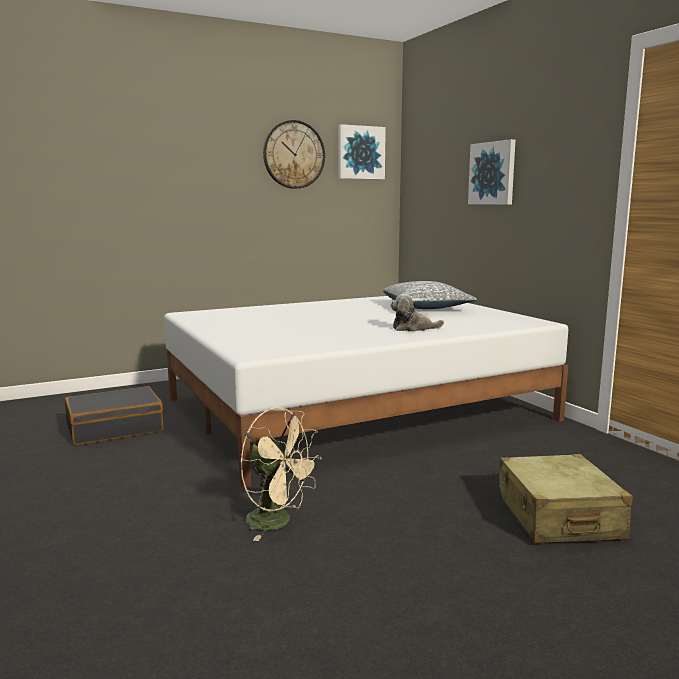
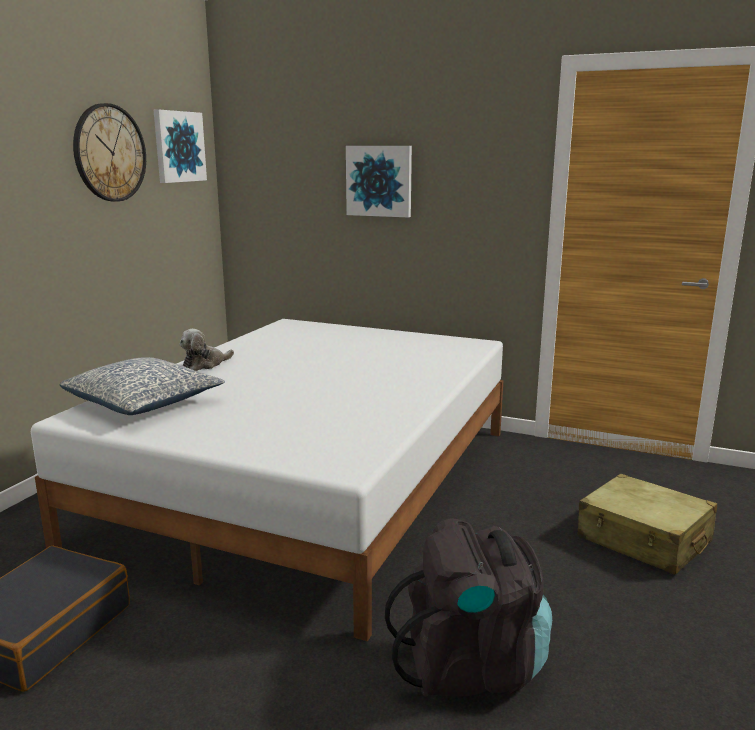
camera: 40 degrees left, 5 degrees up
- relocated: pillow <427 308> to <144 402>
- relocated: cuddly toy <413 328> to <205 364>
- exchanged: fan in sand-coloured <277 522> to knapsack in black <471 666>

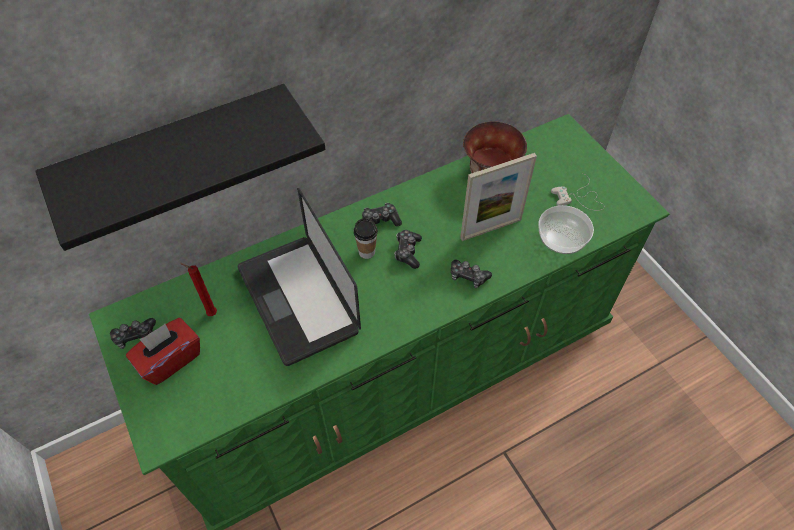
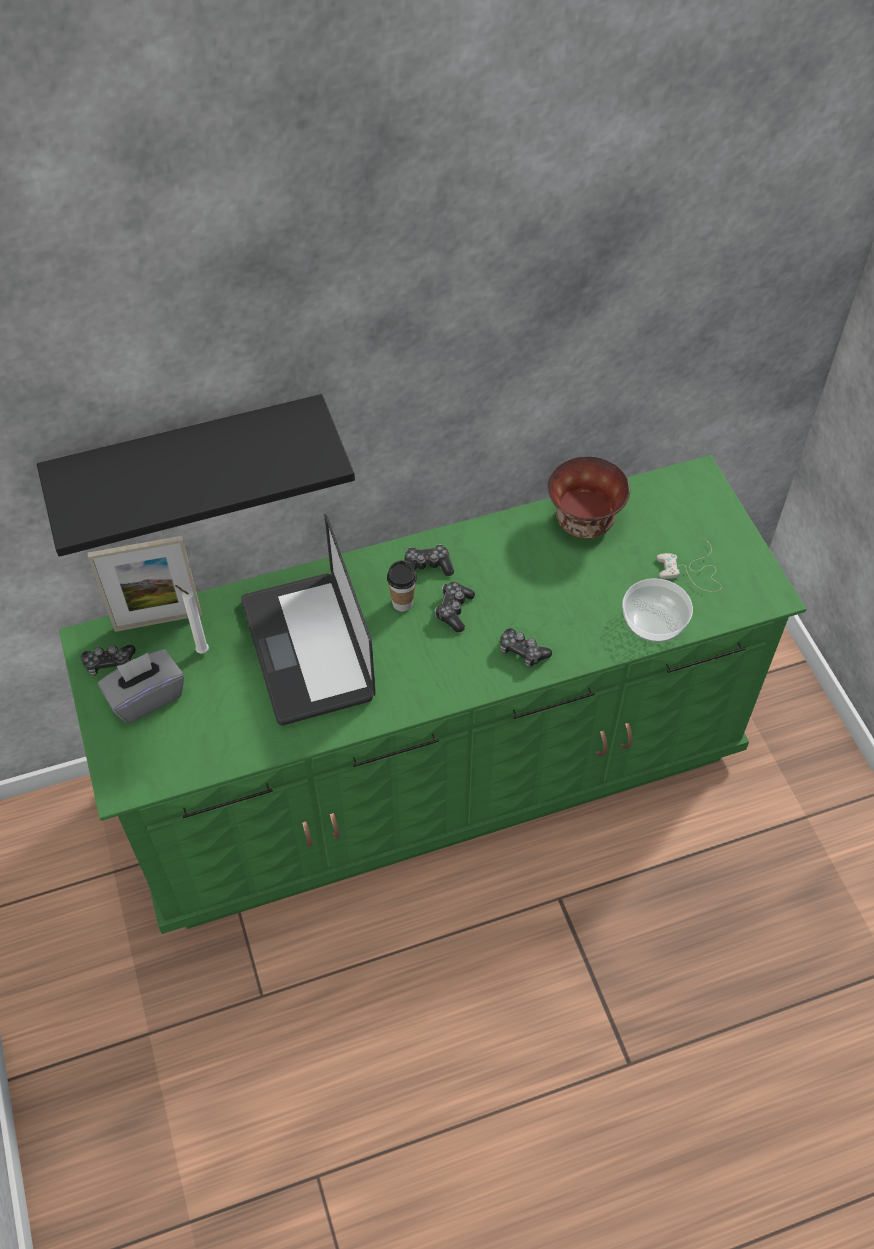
camera: 10 degrees right, 0 degrees up
- relocated: picture frame <491 229> to <158 621>
- colour: tissue holder in red-coloured <170 359> to tissue holder in grey <146 697>
- colour: wax light in red-coloured <210 313> to wax light in whitish <200 650>

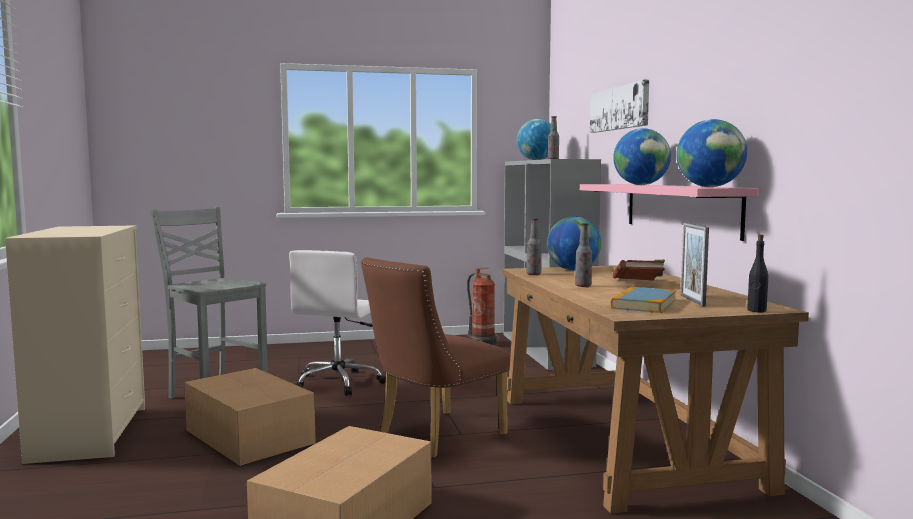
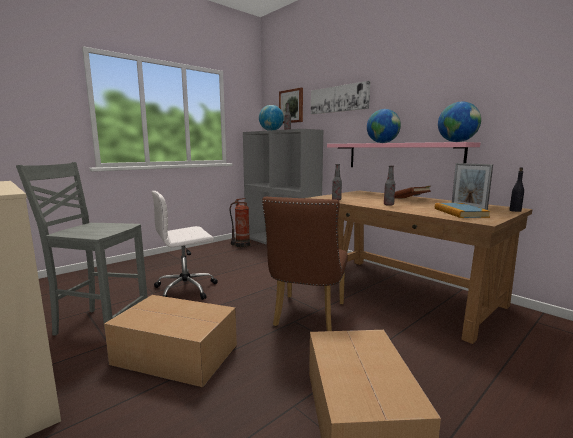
camera: 30 degrees left, 5 degrees up
- spun: desk chair in whitish <339 382> = <187 289> 75 degrees clockwise
- appeared: picture <291 106>
- missing: world globe <573 270>

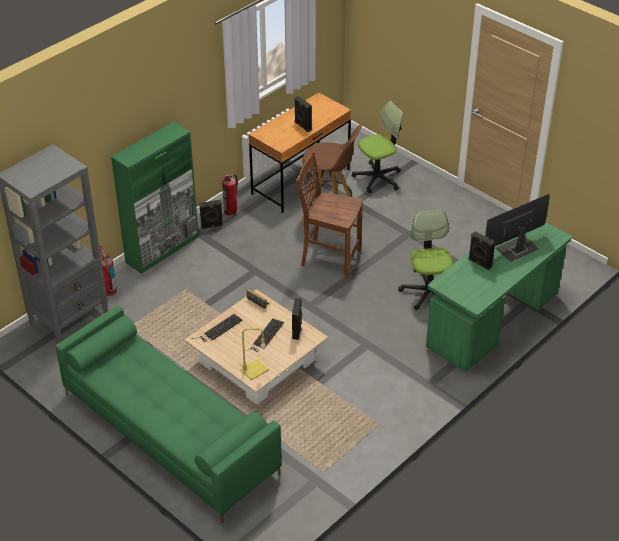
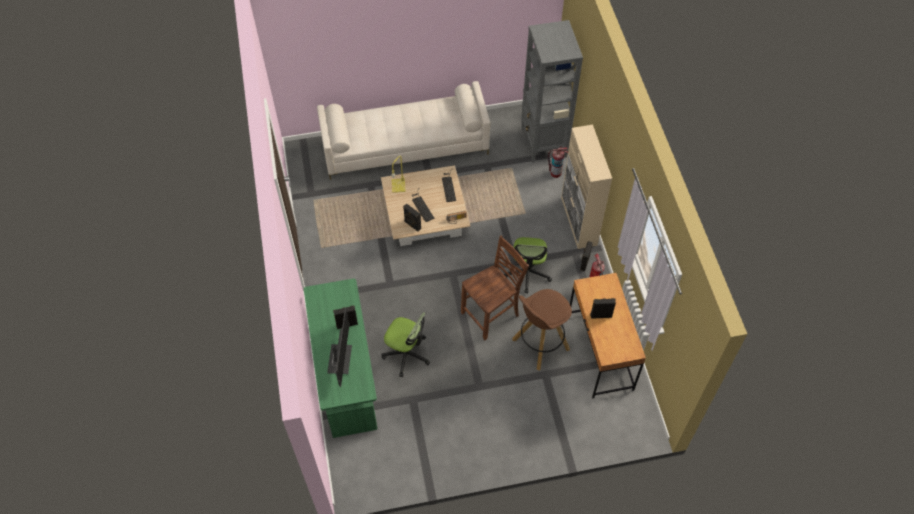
camera: 125 degrees right, 15 degrees up
- colour: couch in greenish <168 433> to couch in sand-coloured <405 146>
- relocated: desk chair <377 178> to <527 273>
- colour: storage cabinet in greenish <163 249> to storage cabinet in sand-coloured <579 221>

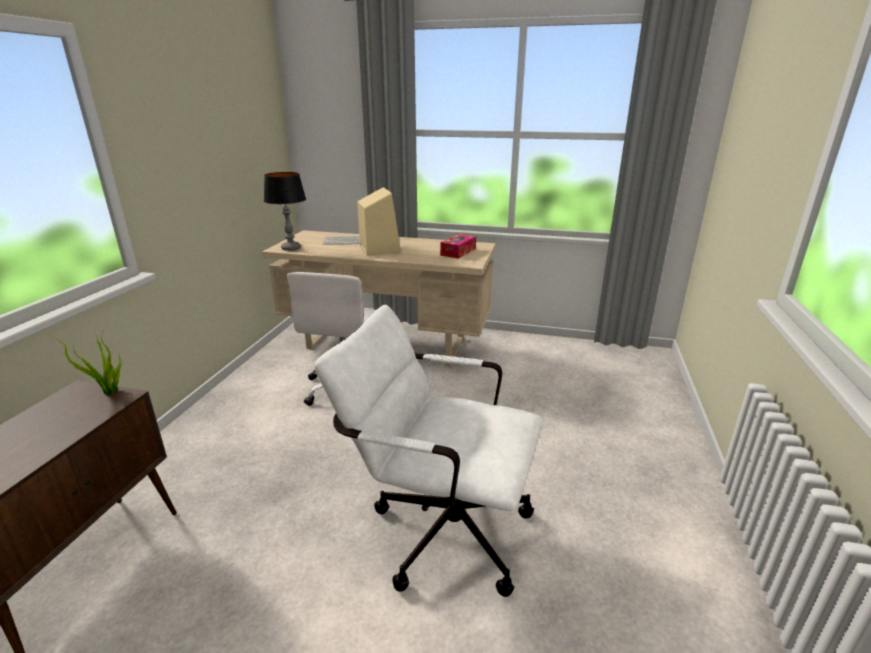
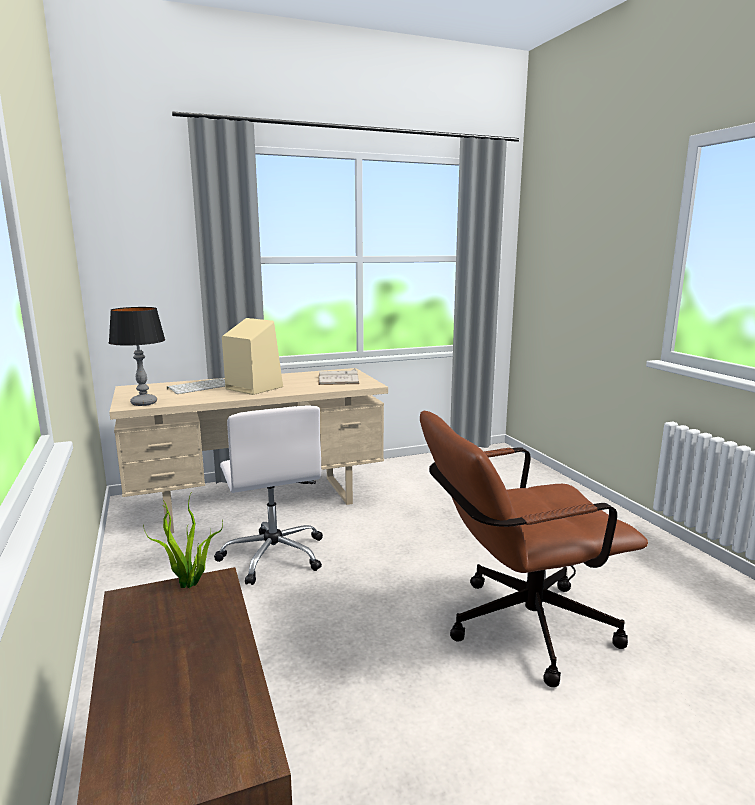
camera: 35 degrees left, 10 degrees down
- exchanged: tissue holder <458 252> to book in whitish <338 378>
- colour: desk chair in whitish <438 527> to desk chair in brown-coloured <516 628>

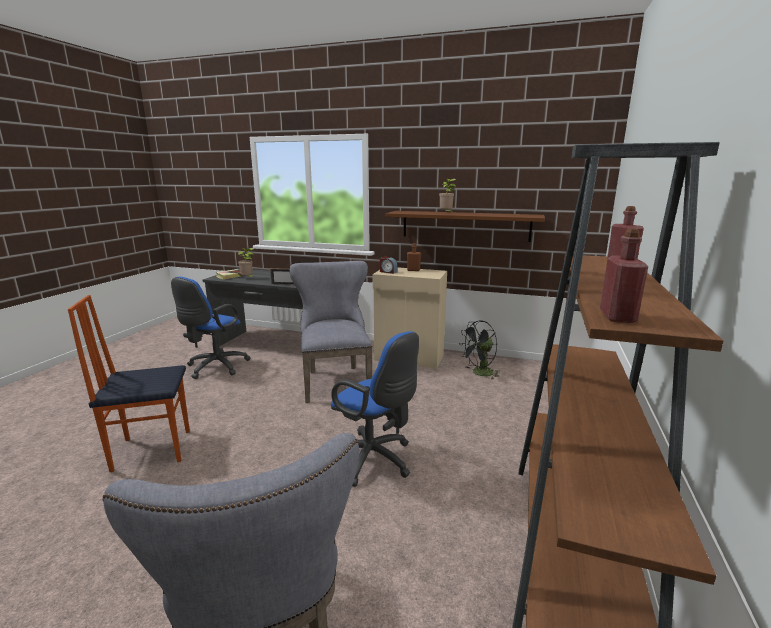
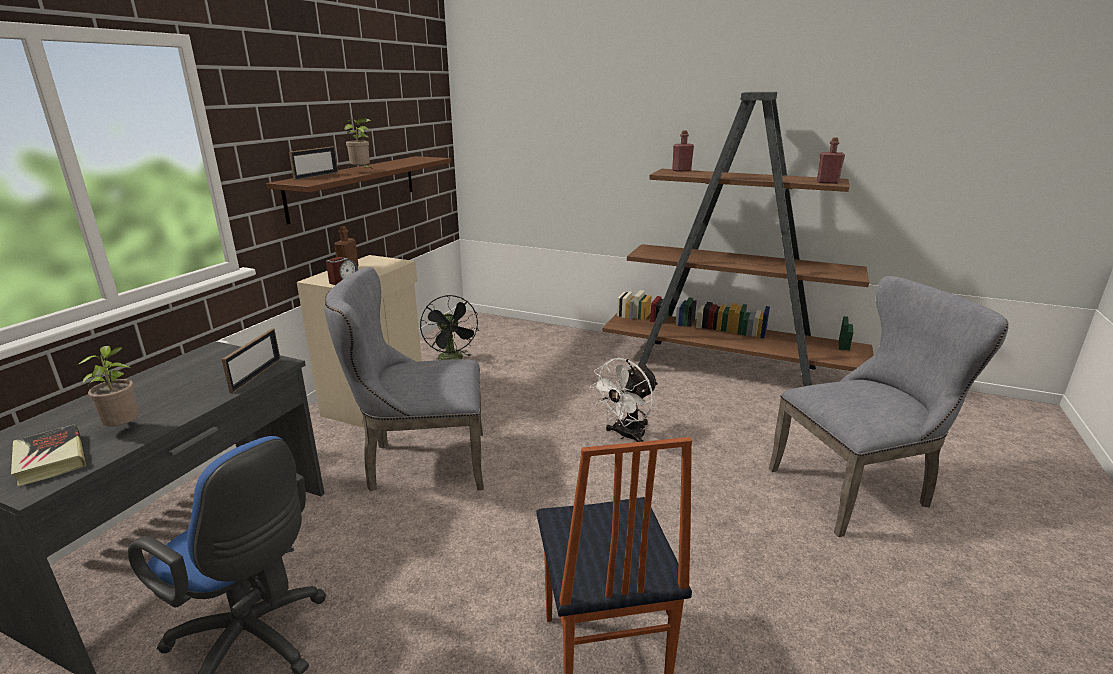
camera: 85 degrees left, 5 degrees up
- appeared: picture frame <316 176>
- exchanged: desk chair in blue <374 460> to fan in whitish <626 436>

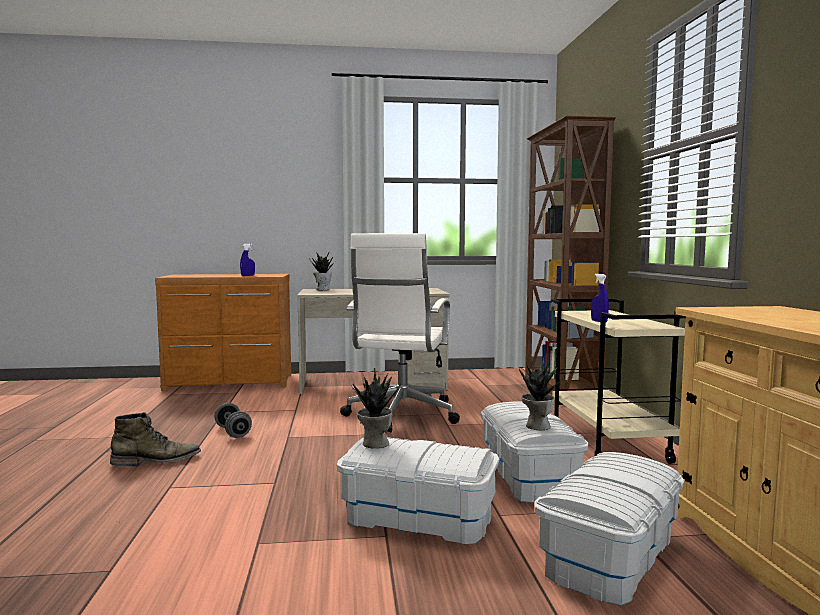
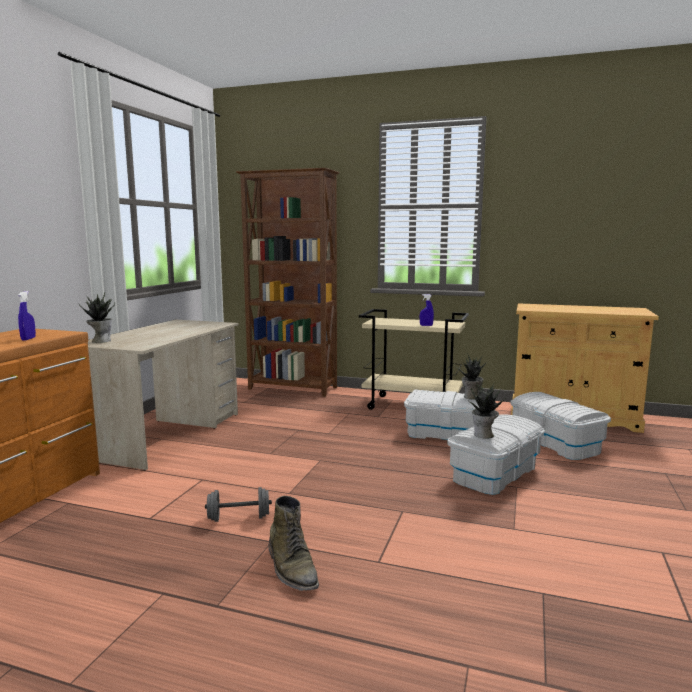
camera: 65 degrees left, 5 degrees up
- spun: boot in greenish <156 461> = <292 567> 150 degrees clockwise
- missing: desk chair in whitish <401 415>

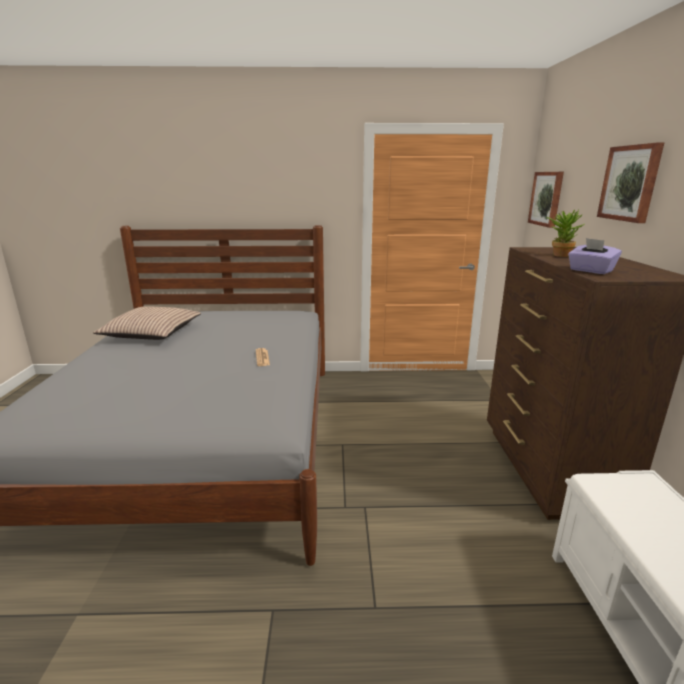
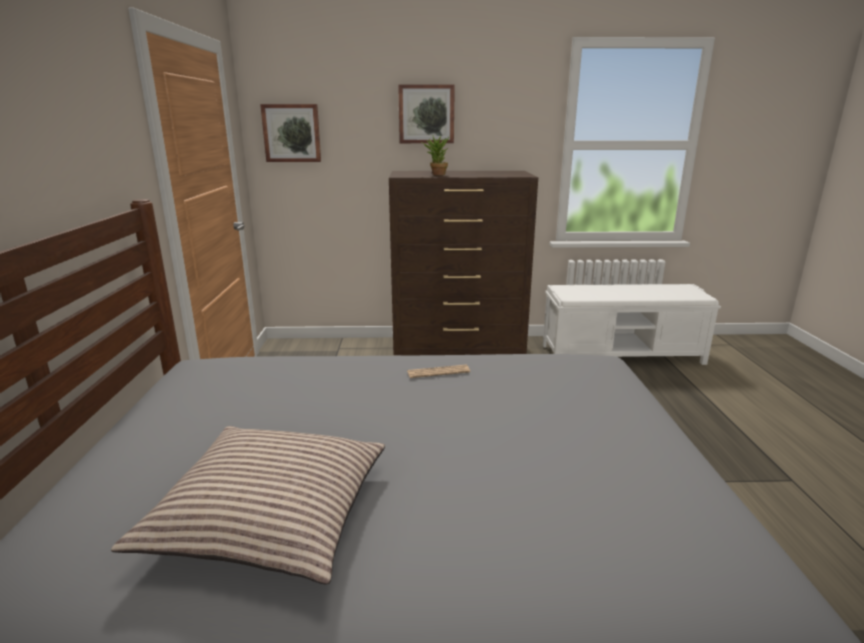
camera: 90 degrees left, 0 degrees up
- missing: tissue holder in purplish <590 271>

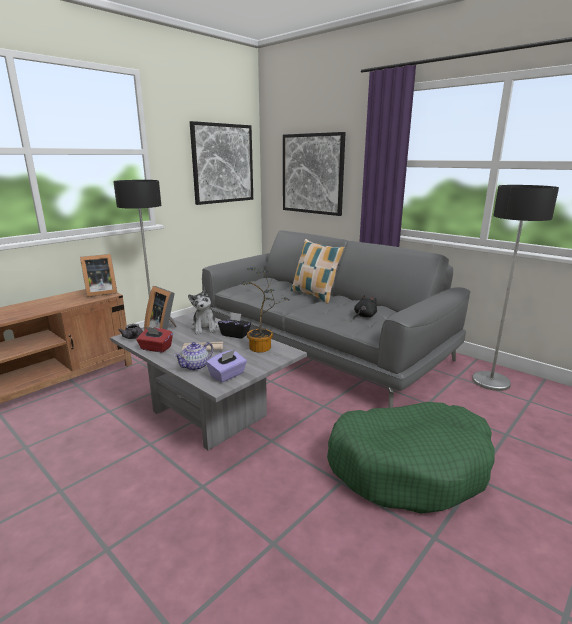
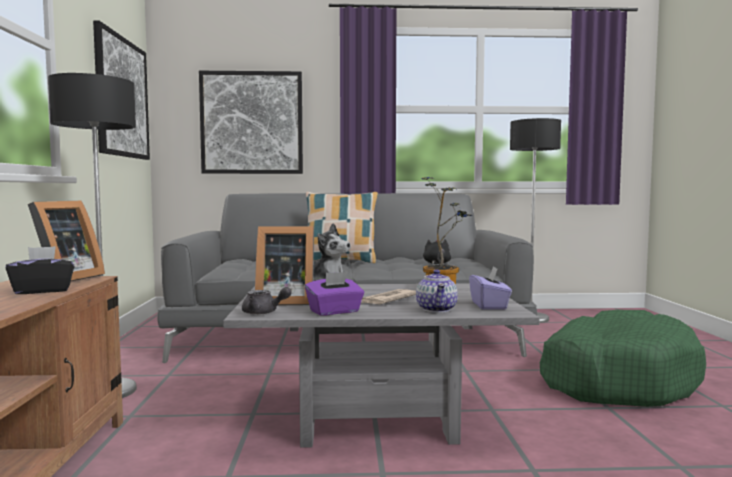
camera: 45 degrees left, 15 degrees down
- relocated: tissue holder in black <235 334> to <43 290>
- colour: tissue holder in red-coloured <155 348> to tissue holder in purplish <335 311>

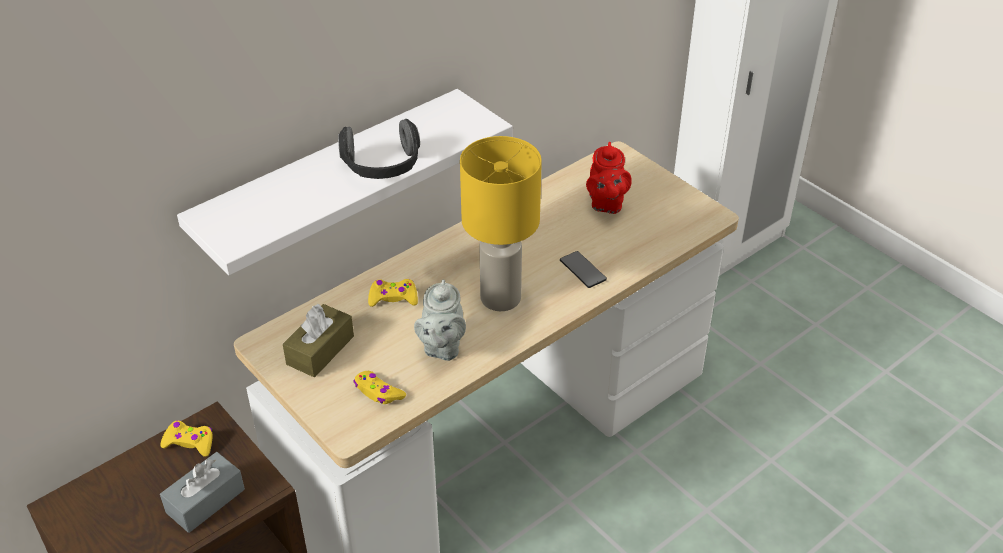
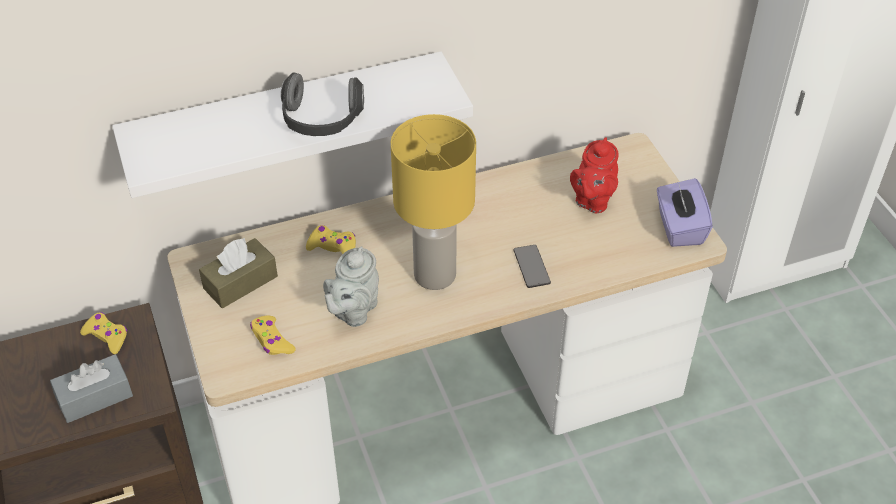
camera: 20 degrees right, 5 degrees up
- appeared: tissue holder in purplish <679 227>

